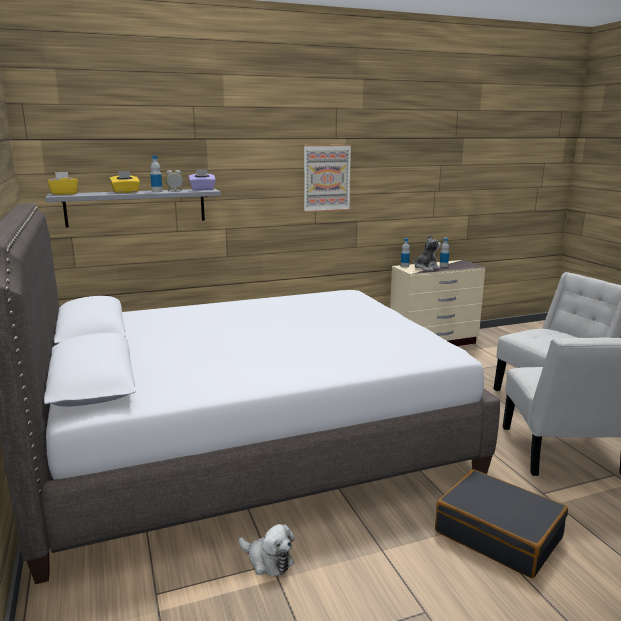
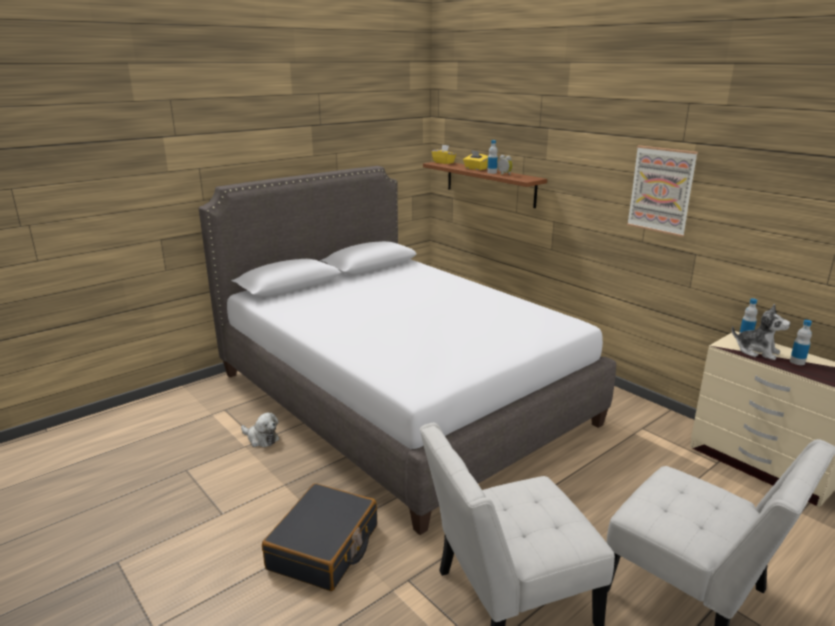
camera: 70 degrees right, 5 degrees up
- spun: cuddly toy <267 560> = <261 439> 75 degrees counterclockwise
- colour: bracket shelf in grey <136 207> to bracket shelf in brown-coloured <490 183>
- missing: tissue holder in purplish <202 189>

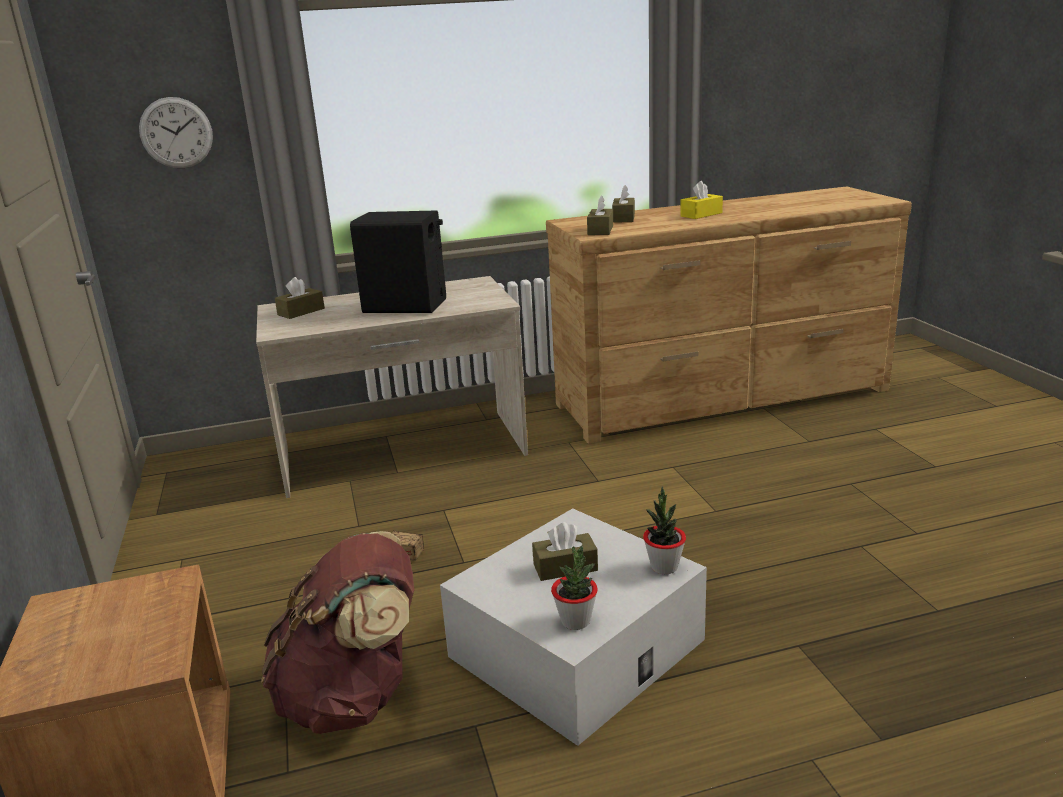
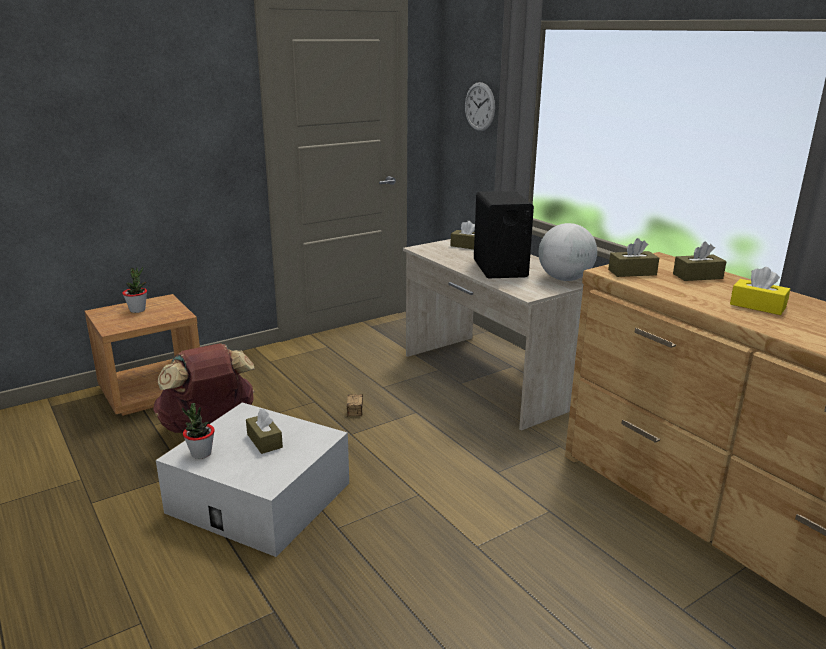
camera: 70 degrees right, 0 degrees up
- relocated: plant in a pot <664 567> to <137 310>
- appeared: world globe <564 279>

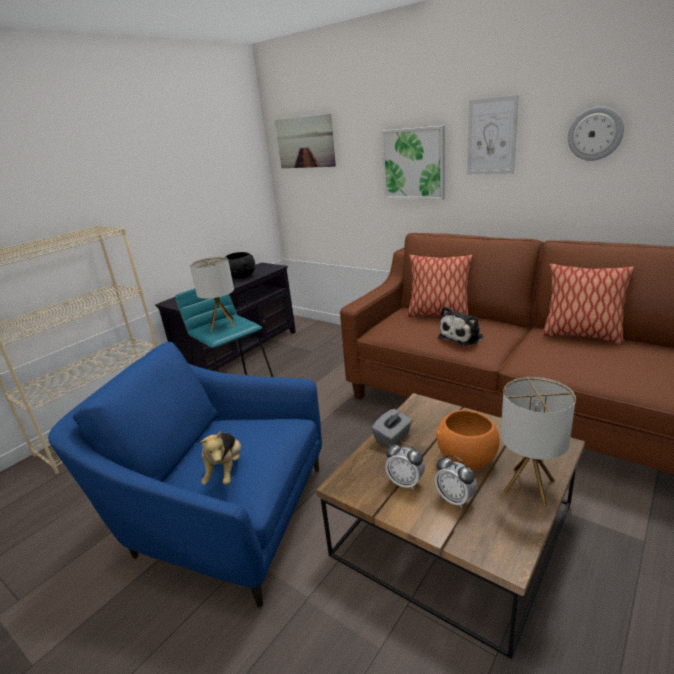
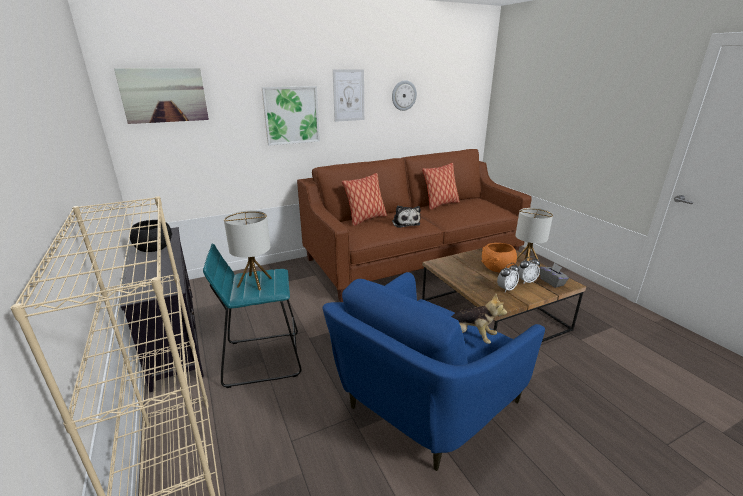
camera: 65 degrees left, 0 degrees up
- relocated: tissue holder in grey <393 437> to <552 282>

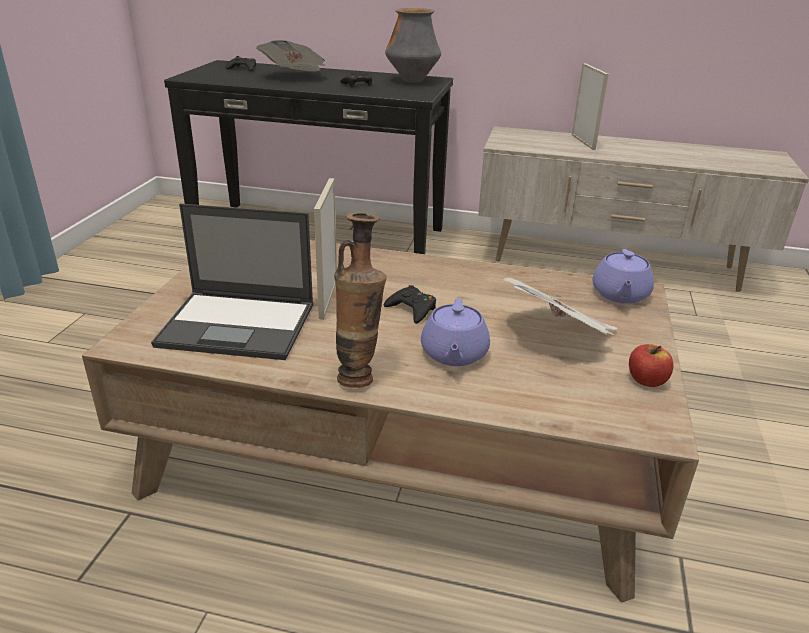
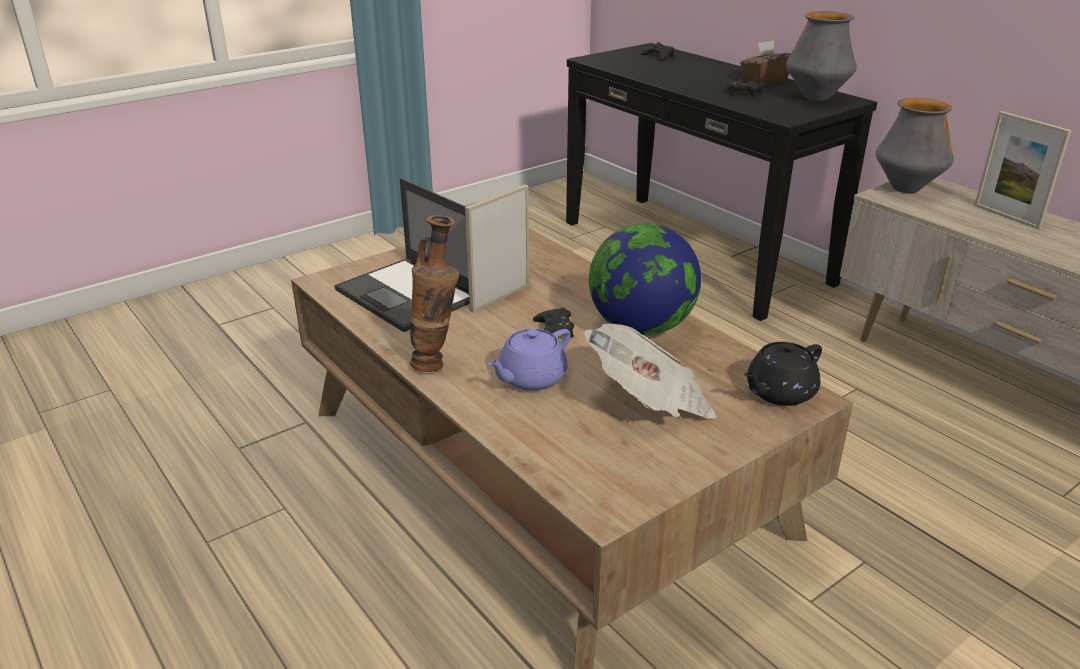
camera: 40 degrees right, 0 degrees up
- appeared: world globe <641 327>
- appeared: tissue holder in brown-coloured <764 80>
- colour: tea pot in purplish <620 294> to tea pot in black <779 393>
- appeared: vase <906 189>
- spun: picture frame <583 142> = <1006 216> 120 degrees clockwise
- missing: printed paper <295 77>
- missing: apple fruit <646 380>

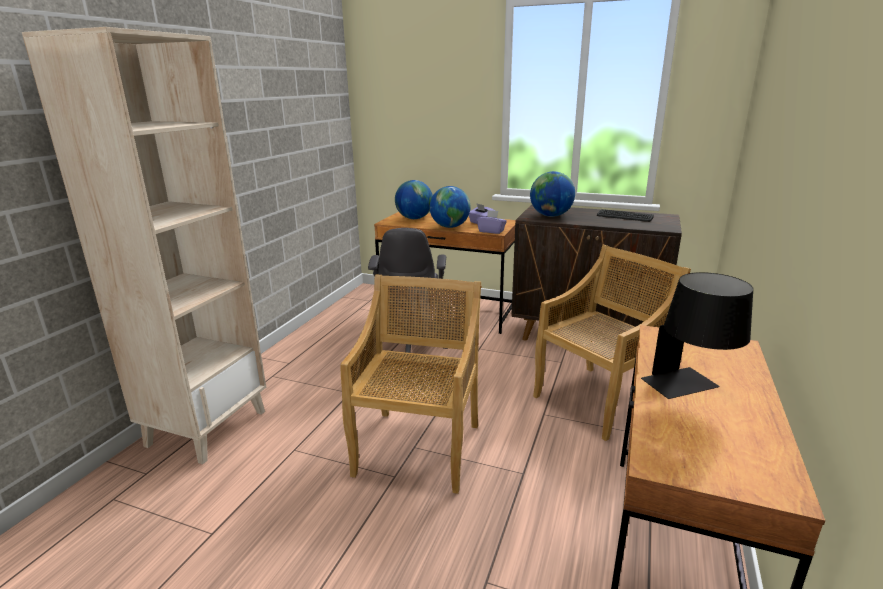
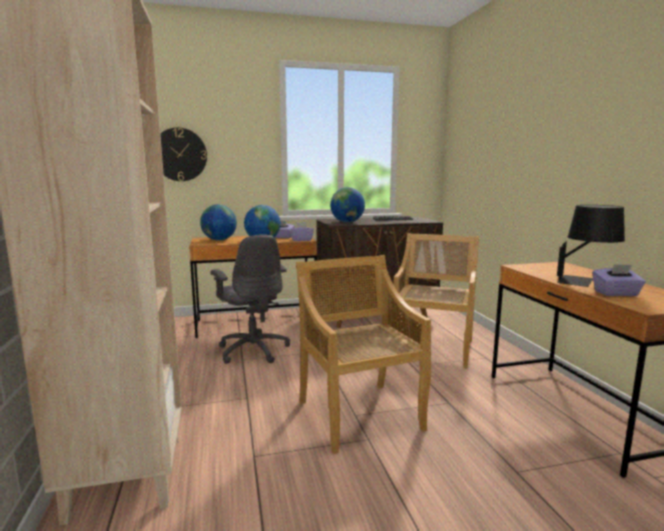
camera: 35 degrees left, 10 degrees down
- appeared: clock on the wall <180 154>
- appeared: tissue holder in purplish <616 294>

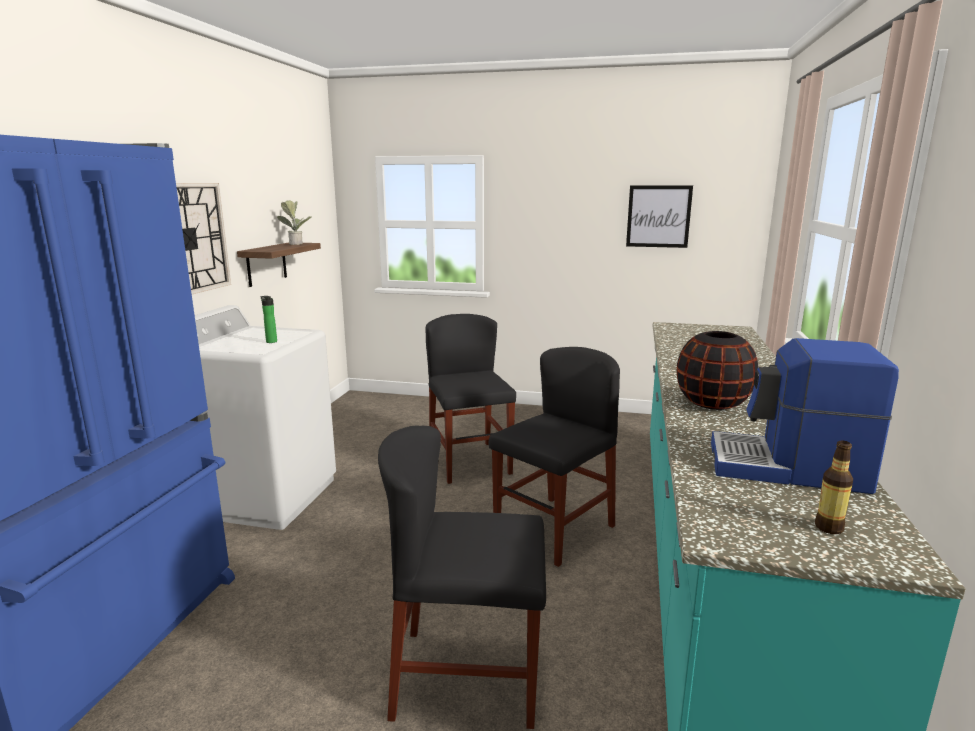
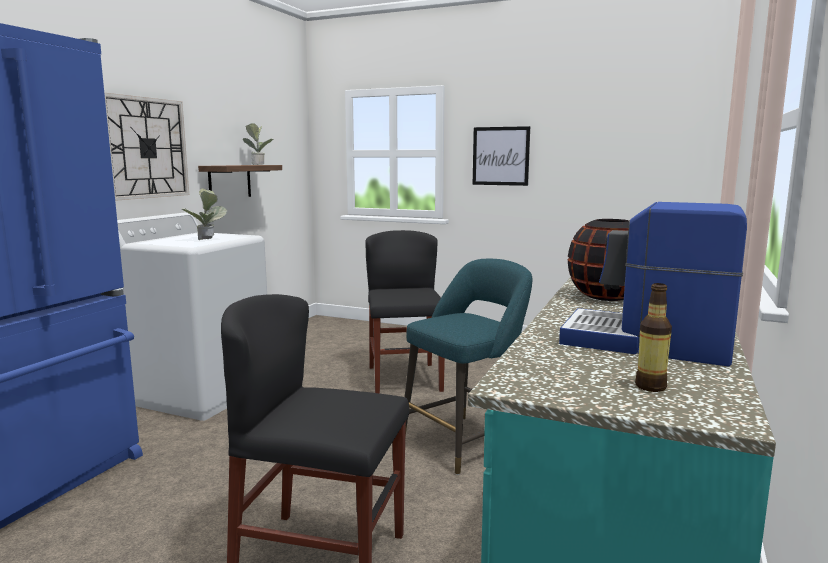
camera: 10 degrees right, 5 degrees down
- exchanged: bottle <271 341> to plant in a pot <207 240>
- exchanged: plain chair in black <554 530> to stool in blue-green <466 442>
- relocated: picture <658 216> to <500 156>

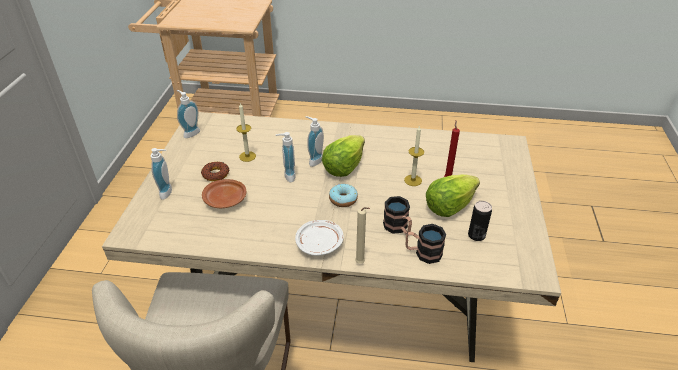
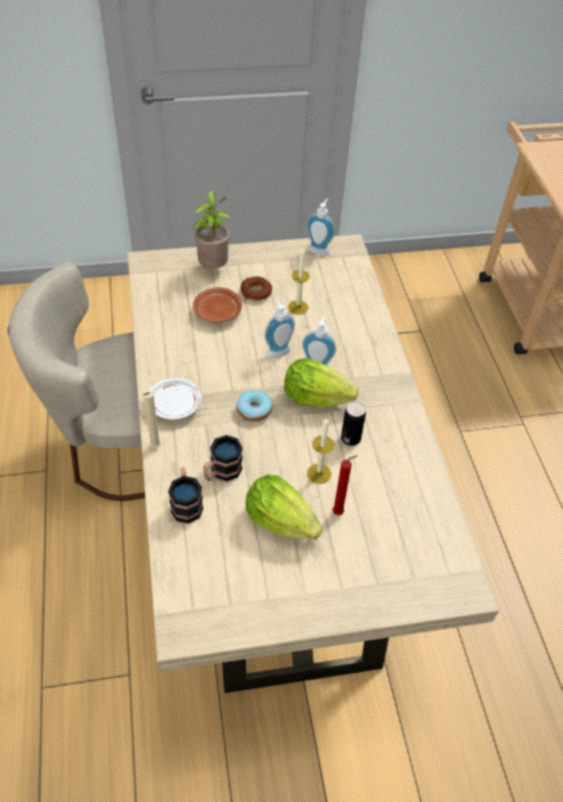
camera: 70 degrees right, 10 degrees up
- exchanged: soap dispenser <168 192> to plant in a pot <213 267>
- relocated: metal can <476 235> to <350 438>

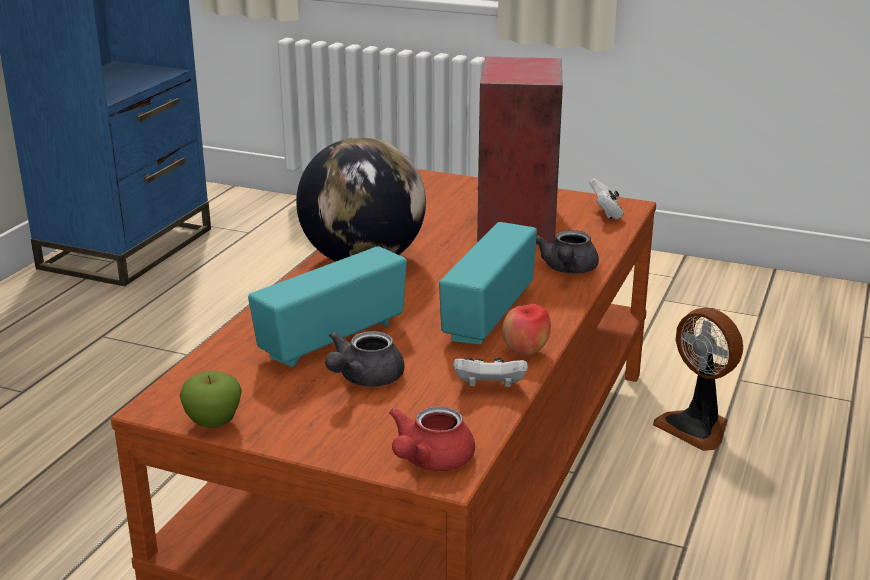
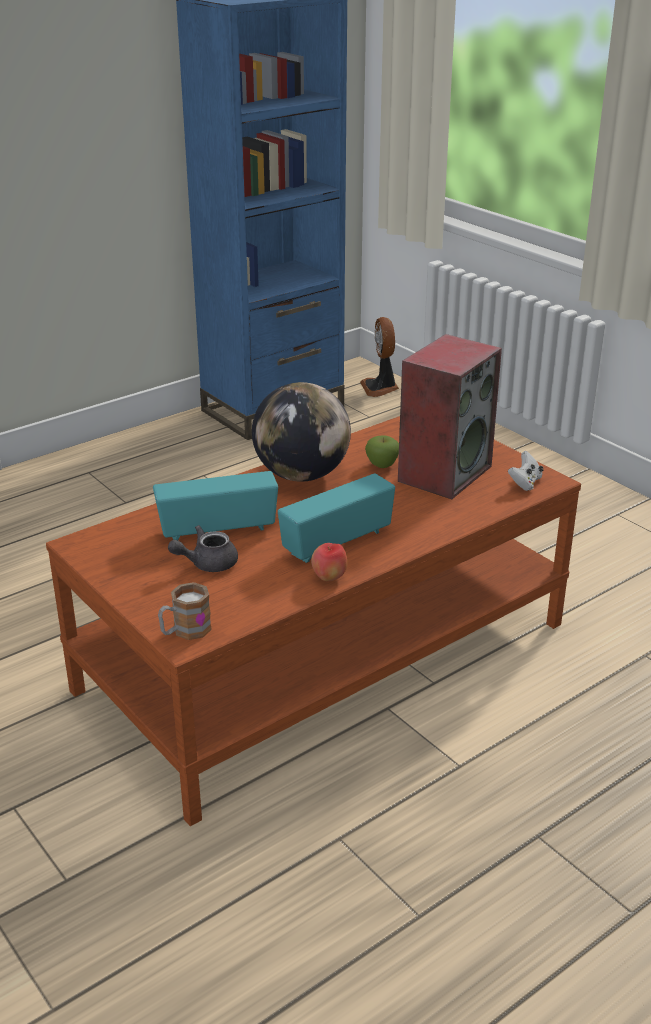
camera: 30 degrees right, 5 degrees up
- exchanged: tea pot in red-coloured <430 461> to tea mug <185 631>
- relocated: fan <696 427> to <380 388>
- relocated: apple fruit <213 423> to <382 465>
- missing: joypad in whitish <489 388>
- missing: tea pot in grey <568 270>

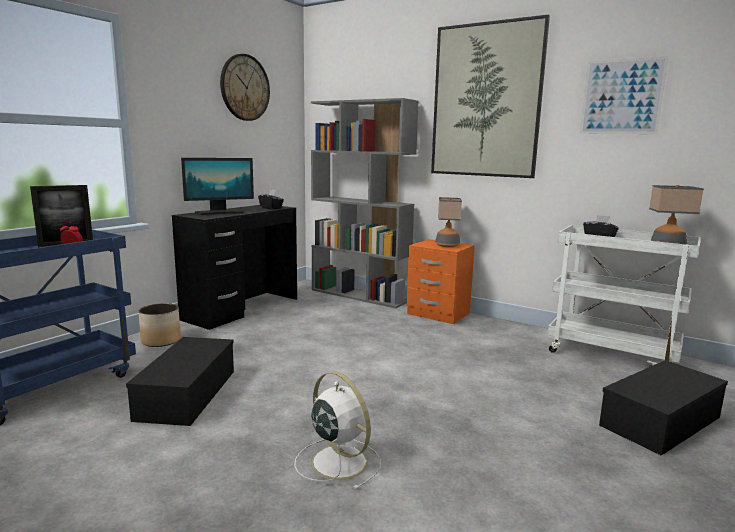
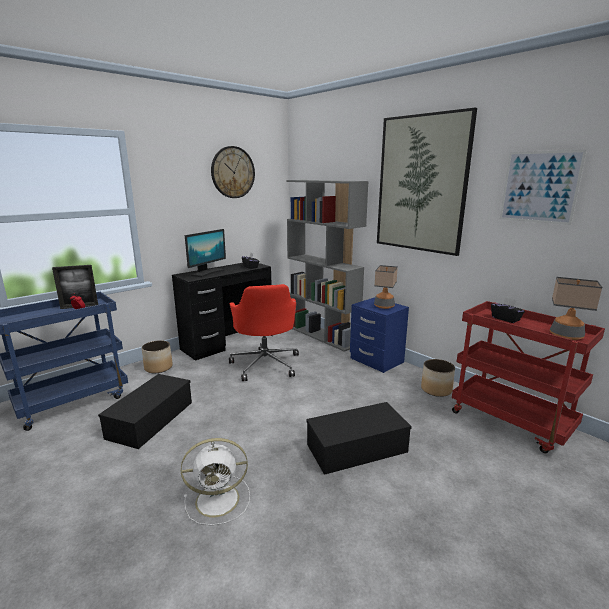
camera: 15 degrees right, 5 degrees up
- spun: fan in whitish <337 461> = <219 499> 105 degrees clockwise
- spun: computer screen <220 213> = <207 272> 45 degrees counterclockwise
- appeared: desk chair in red-coloured <265 364>
- relocated: storage container in black <661 422> to <356 449>
- colour: bedside table in orange <438 314> to bedside table in blue <376 360>
- appeared: flower pot <436 389>
- colour: wheeled cart in whitish <612 354> to wheeled cart in red-coloured <511 422>

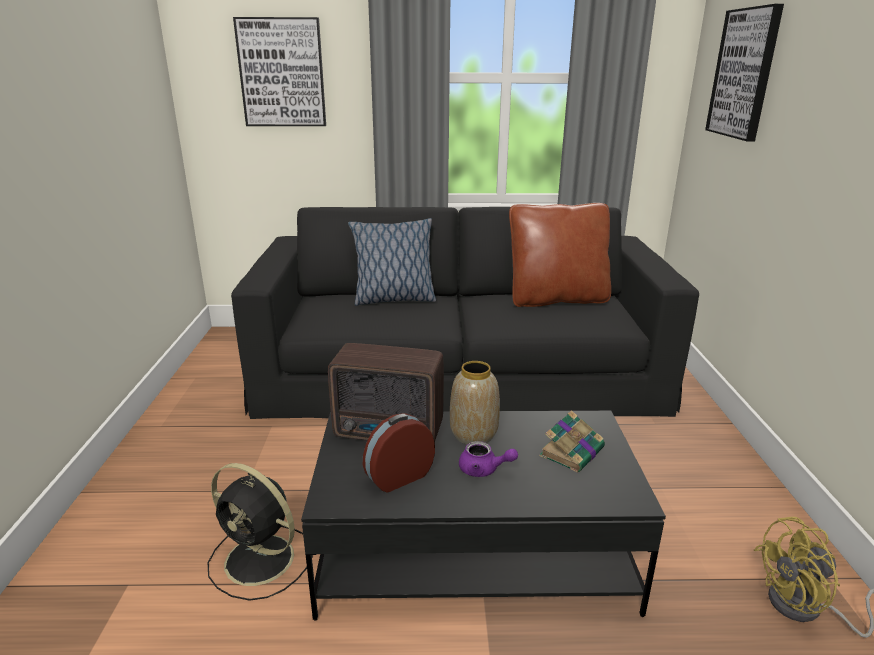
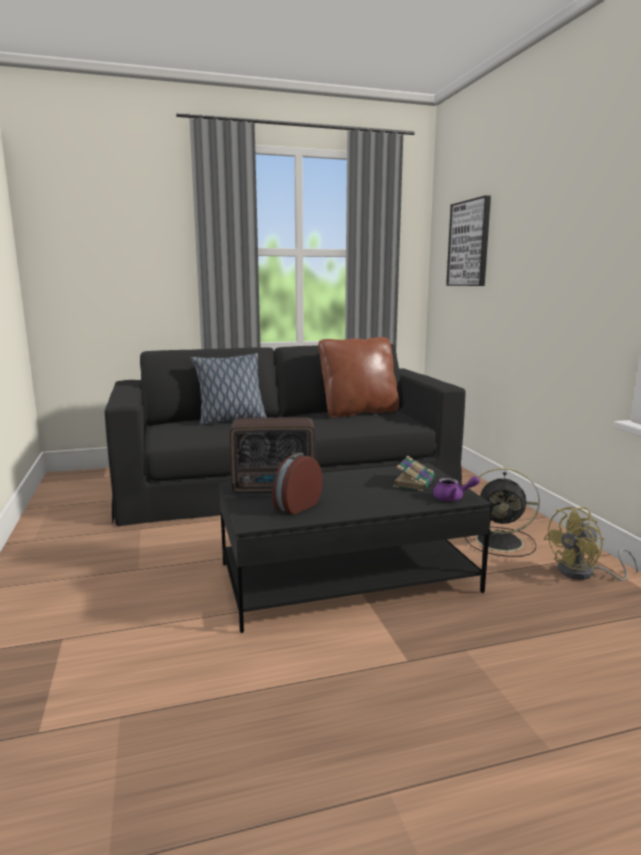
camera: 15 degrees left, 10 degrees down
- relocated: tea pot in purplish <483 470> to <453 498>
- relocated: fan in black <262 560> to <501 541>
- missing: picture <282 73>
- missing: vase <474 434>

